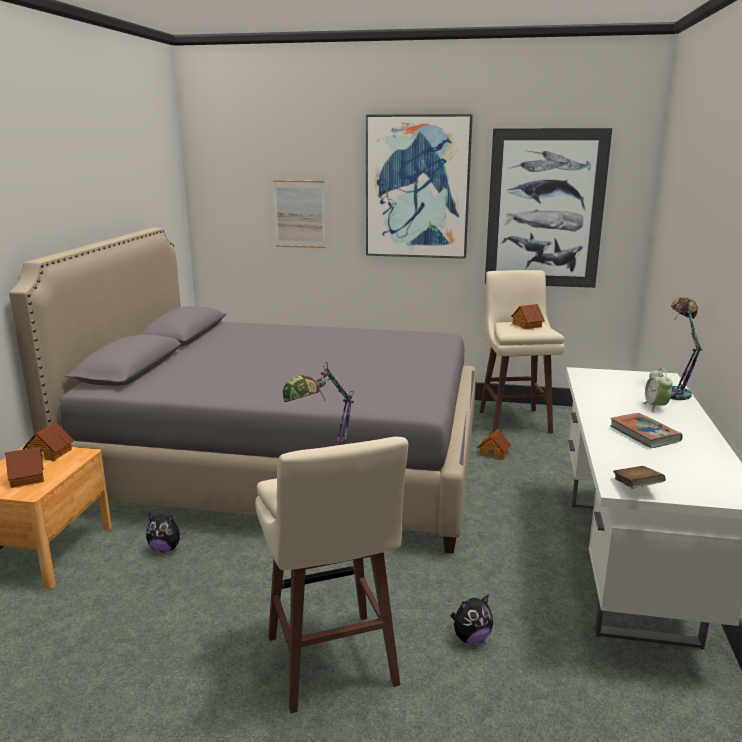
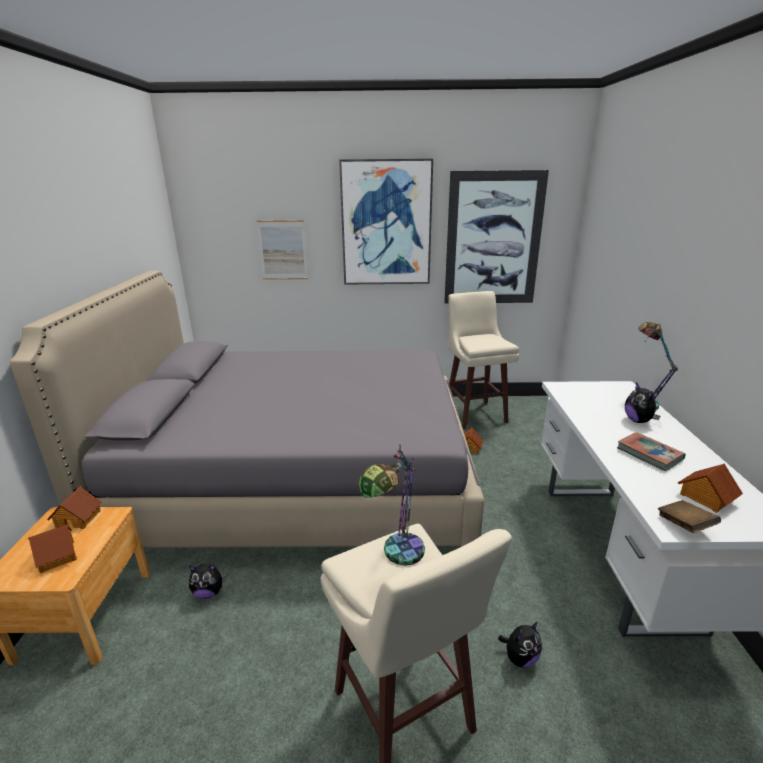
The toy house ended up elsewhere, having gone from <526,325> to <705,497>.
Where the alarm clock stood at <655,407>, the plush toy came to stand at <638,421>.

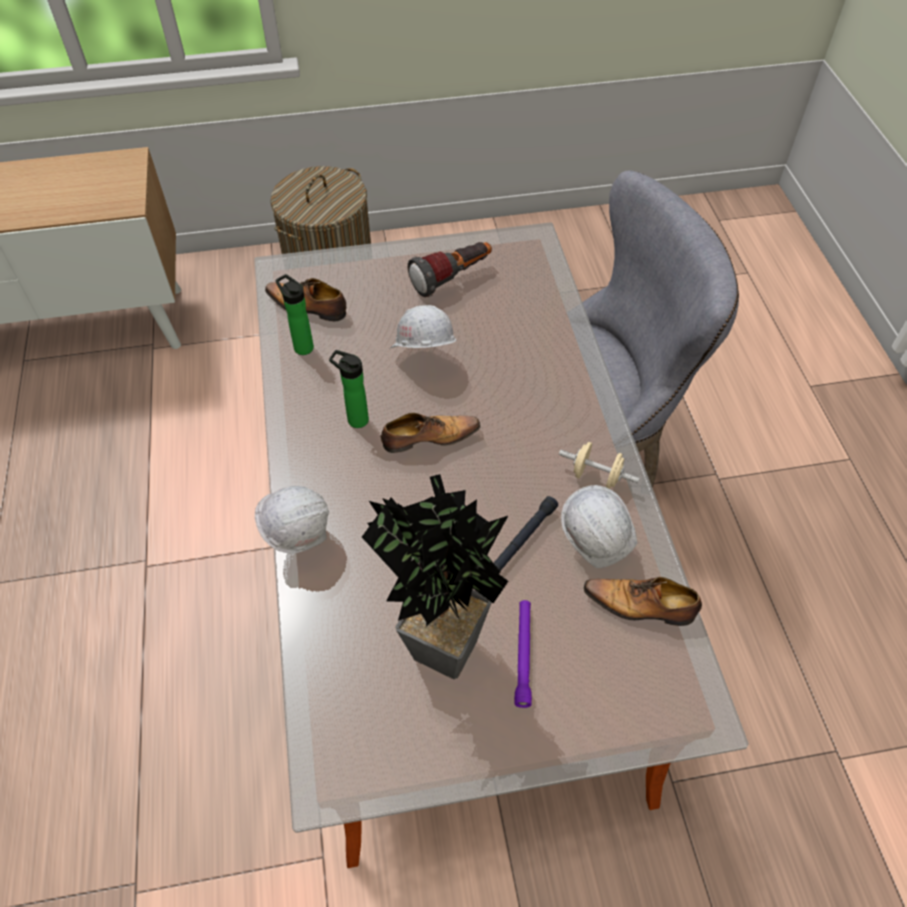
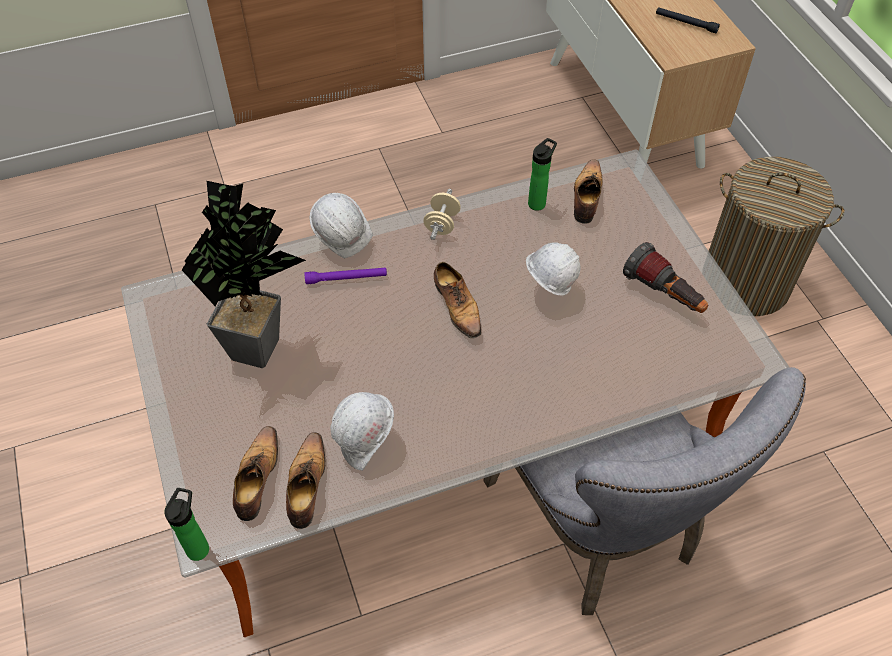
The bottle ended up elsewhere, having gone from <355,419> to <199,546>.
The beige dumbbell ended up elsewhere, having gone from <596,476> to <442,224>.
The black flashlight ended up elsewhere, having gone from <523,538> to <686,23>.
The purple flashlight ended up elsewhere, having gone from <523,654> to <346,278>.
The second view gained the shoe at <257,478>.

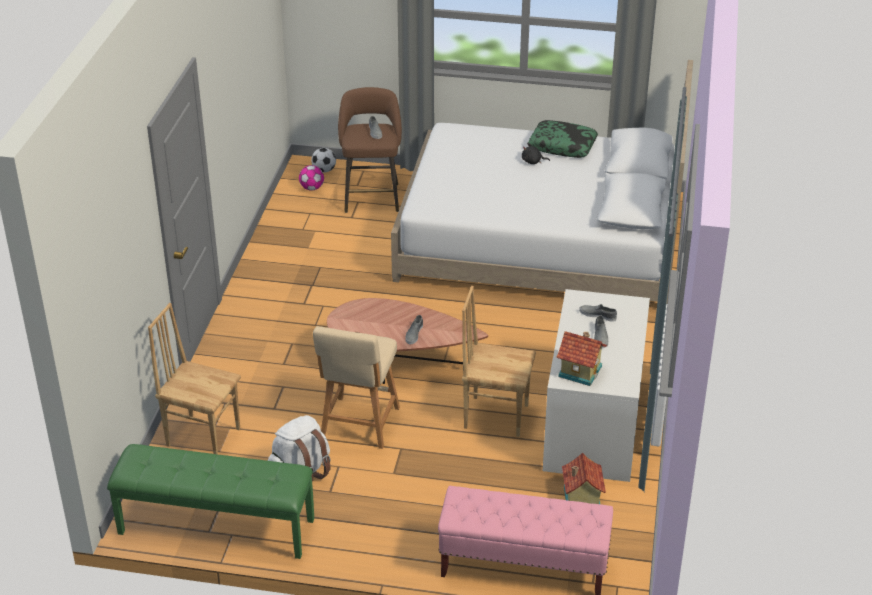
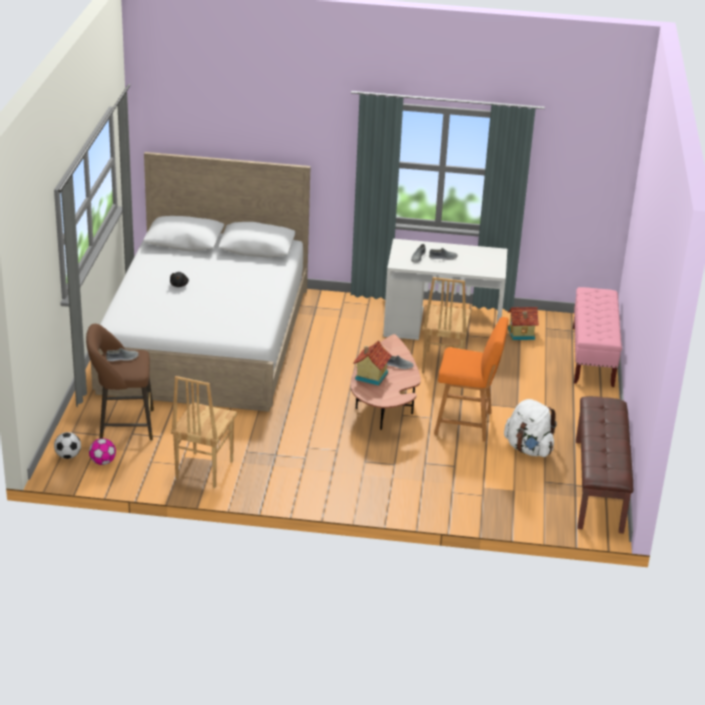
The second view lost the pillow at <562,145>.
The brown chair ended up elsewhere, having gone from <203,436> to <203,470>.
What was the beige stool at <359,425> turned into the orange stool at <466,424>.
The toy house ended up elsewhere, having gone from <580,370> to <370,376>.
What was the green bench at <215,527> turned into the brown bench at <599,485>.

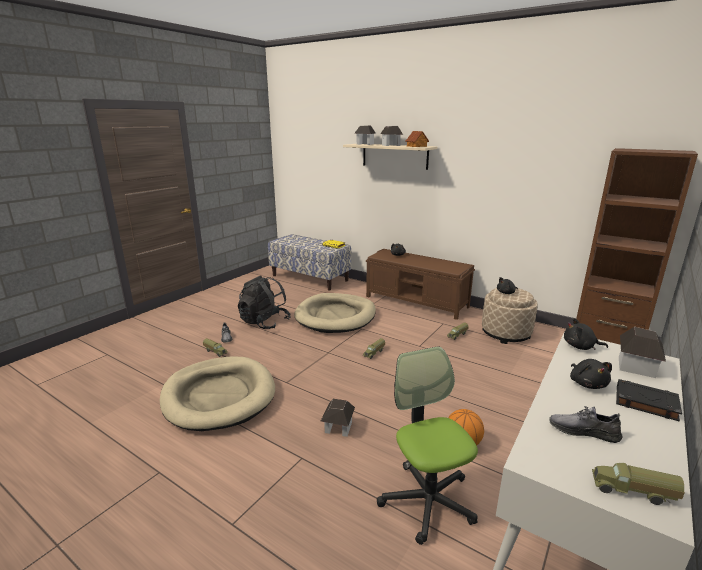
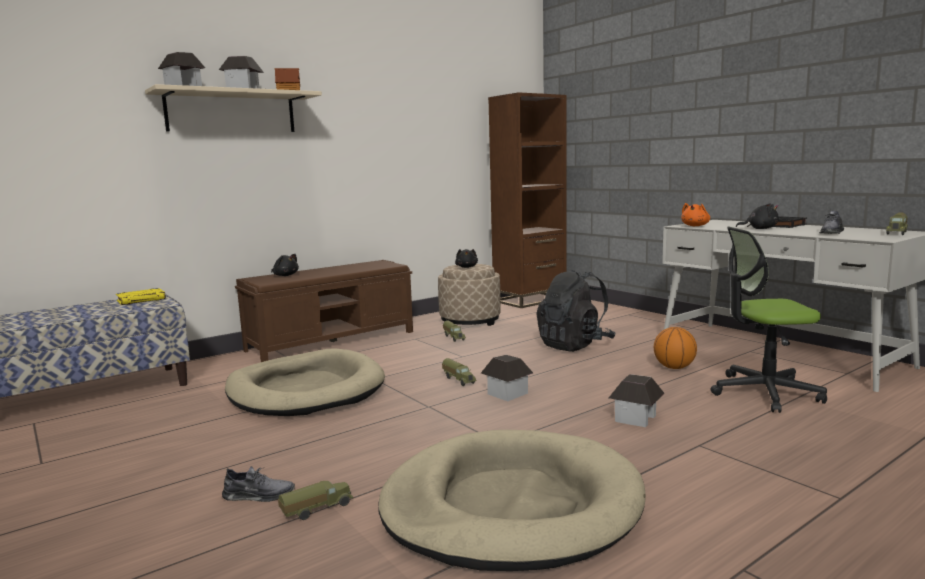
The black backpack ended up elsewhere, having gone from <264,322> to <575,345>.
What was the black plush toy at <580,347> turned into the orange plush toy at <695,226>.
The toy house ended up elsewhere, having gone from <636,367> to <507,393>.

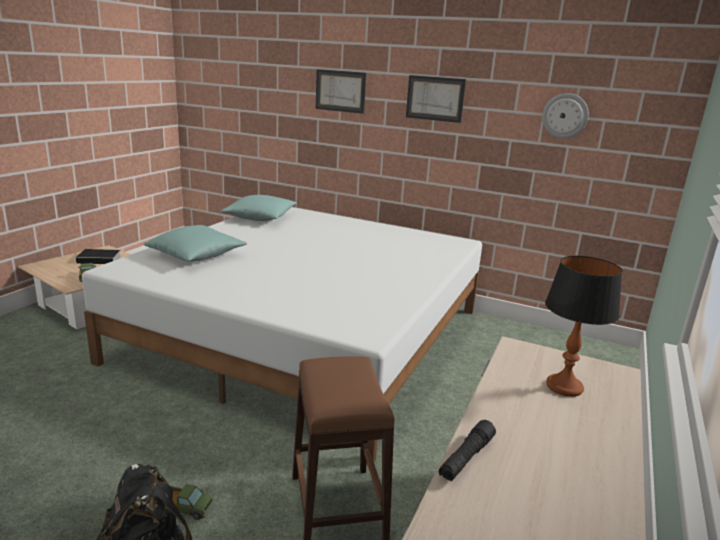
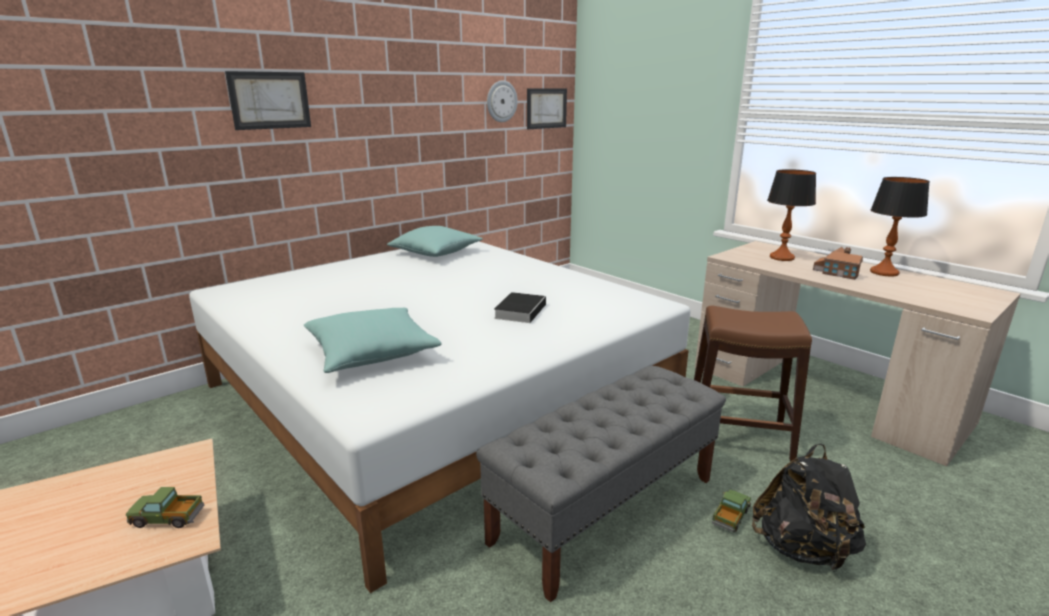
The picture ended up elsewhere, having gone from <435,98> to <546,108>.
The turquoise pillow ended up elsewhere, having gone from <260,218> to <436,253>.
The book ended up elsewhere, having gone from <100,259> to <520,310>.
The second view lost the black flashlight at <466,458>.
The second view gained the table lamp at <884,272>.
The second view gained the toy house at <835,272>.
The second view gained the grey bench at <605,509>.

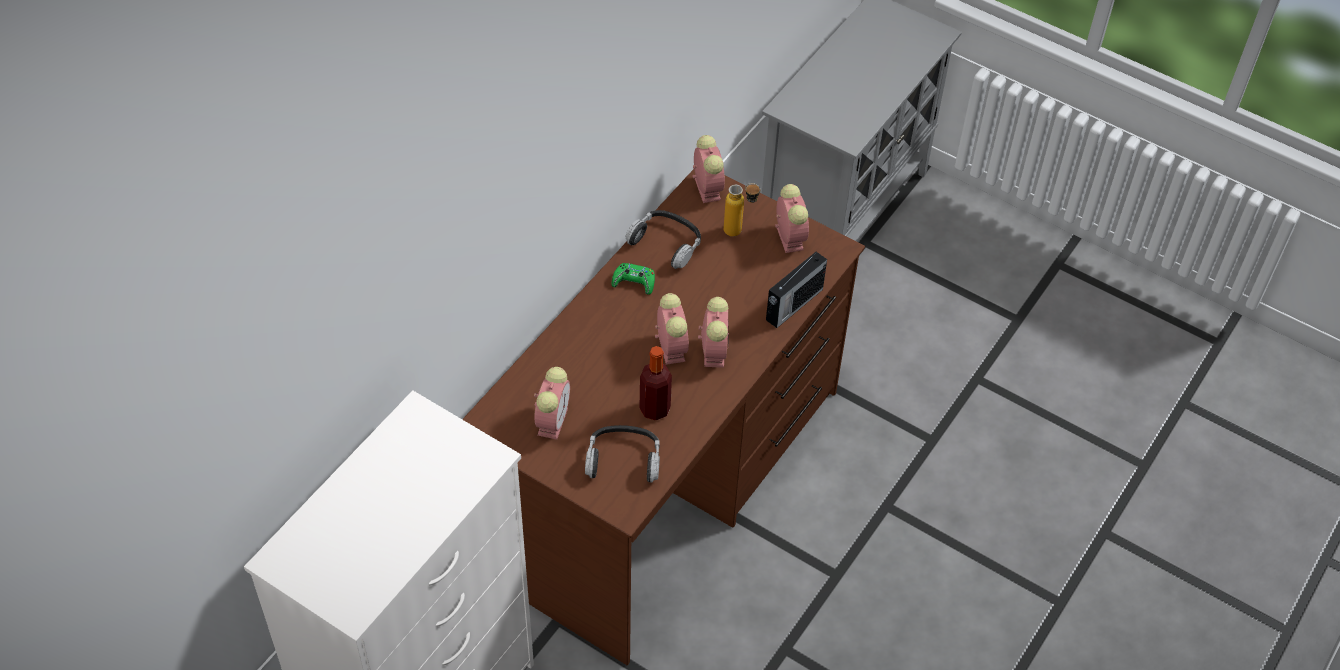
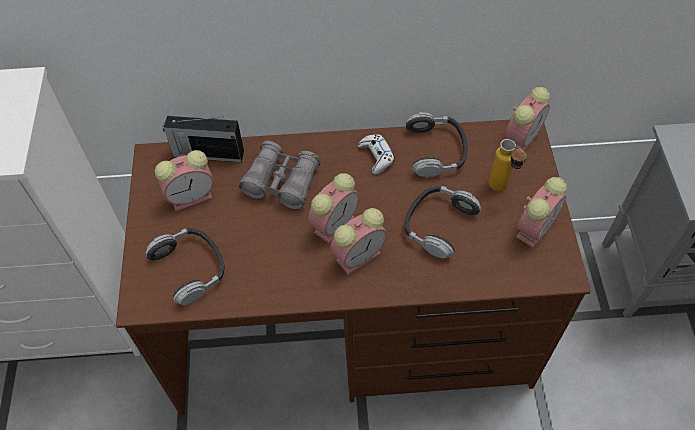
The radio ended up elsewhere, having gone from <793,305> to <207,153>.
What was the green game controller at <634,282> turned into the white game controller at <376,156>.
The second view lost the bottle at <655,409>.
The second view gained the grey binoculars at <282,182>.
The second view gained the headphones at <438,224>.

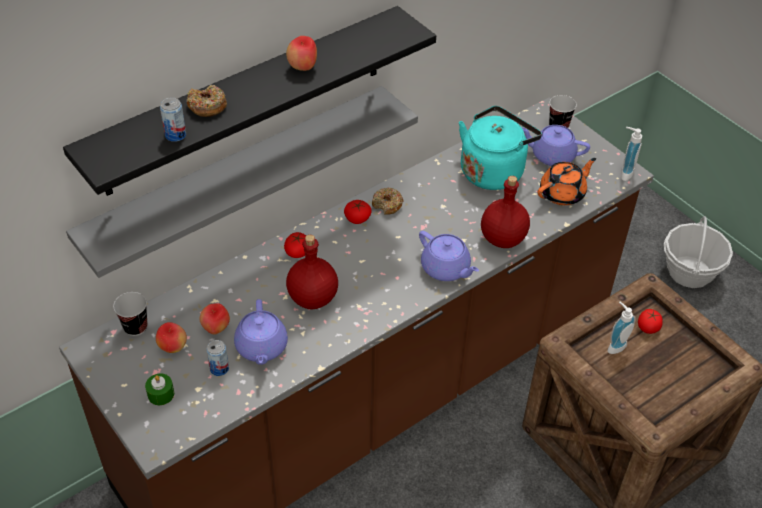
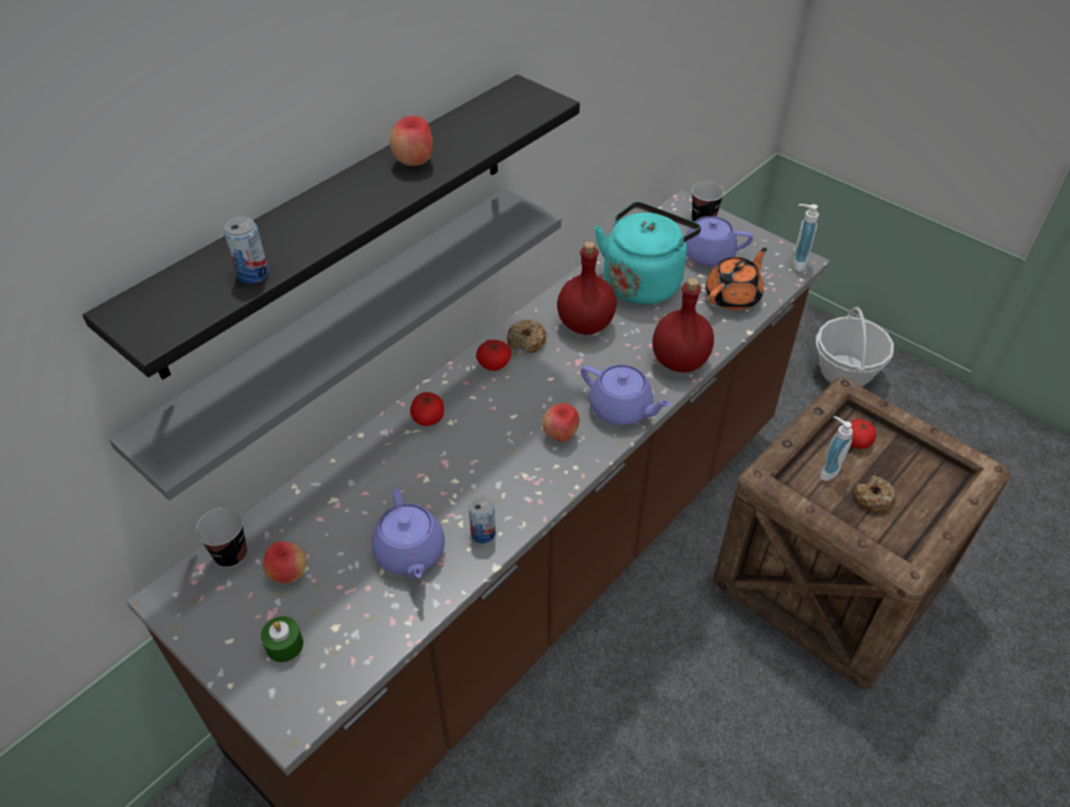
The donut ended up elsewhere, having gone from <207,106> to <873,498>.
The red bottle ended up elsewhere, having gone from <312,297> to <585,324>.
The apple ended up elsewhere, having gone from <216,328> to <560,435>.
The can ended up elsewhere, having gone from <219,368> to <483,533>.

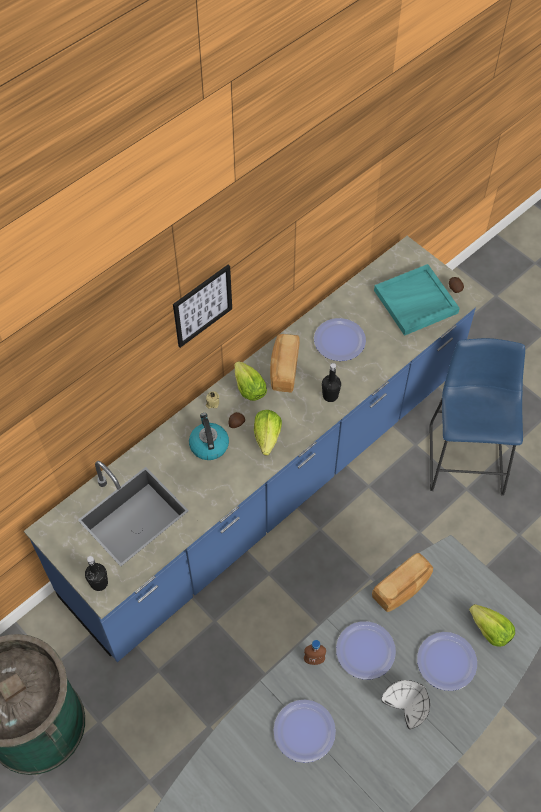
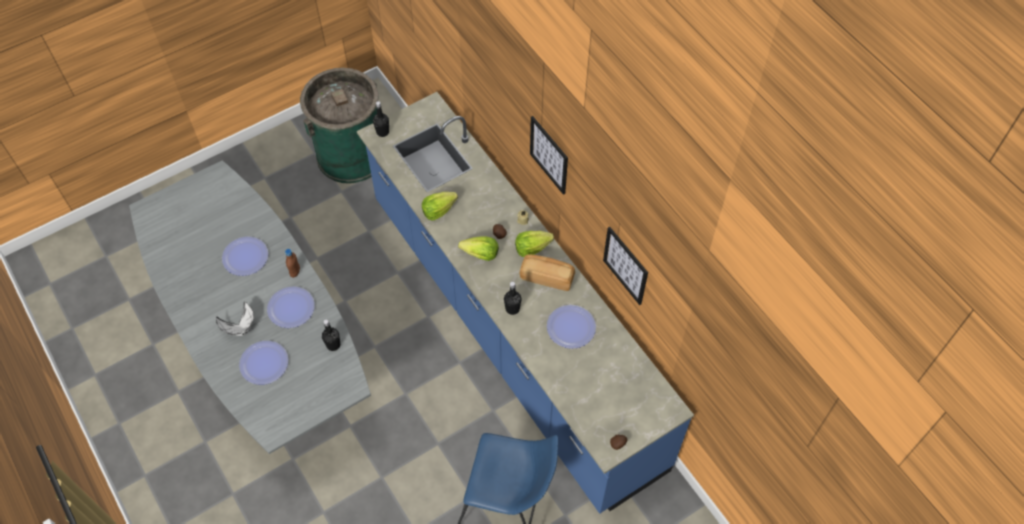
The second view lost the turquoise tray at <415,302>.
The second view lost the kettle at <208,445>.
Where the bread stood at <402,588>, the black bottle came to stand at <333,345>.
The lettuce ended up elsewhere, having gone from <490,631> to <438,210>.
The second view gained the picture at <625,265>.

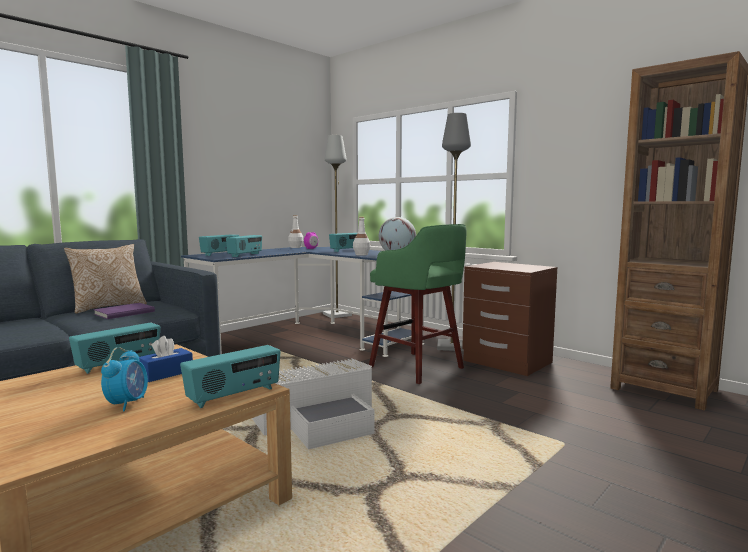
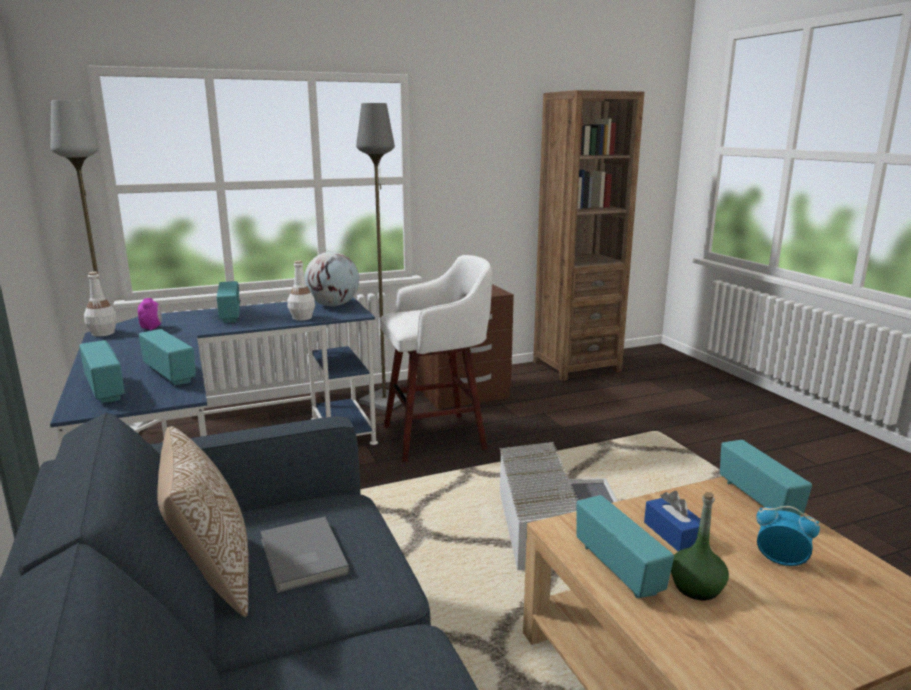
What was the green stool at <418,368> turned into the white stool at <437,436>.
What was the purple book at <123,312> turned into the grey book at <301,557>.
The second view gained the green bottle at <696,587>.

